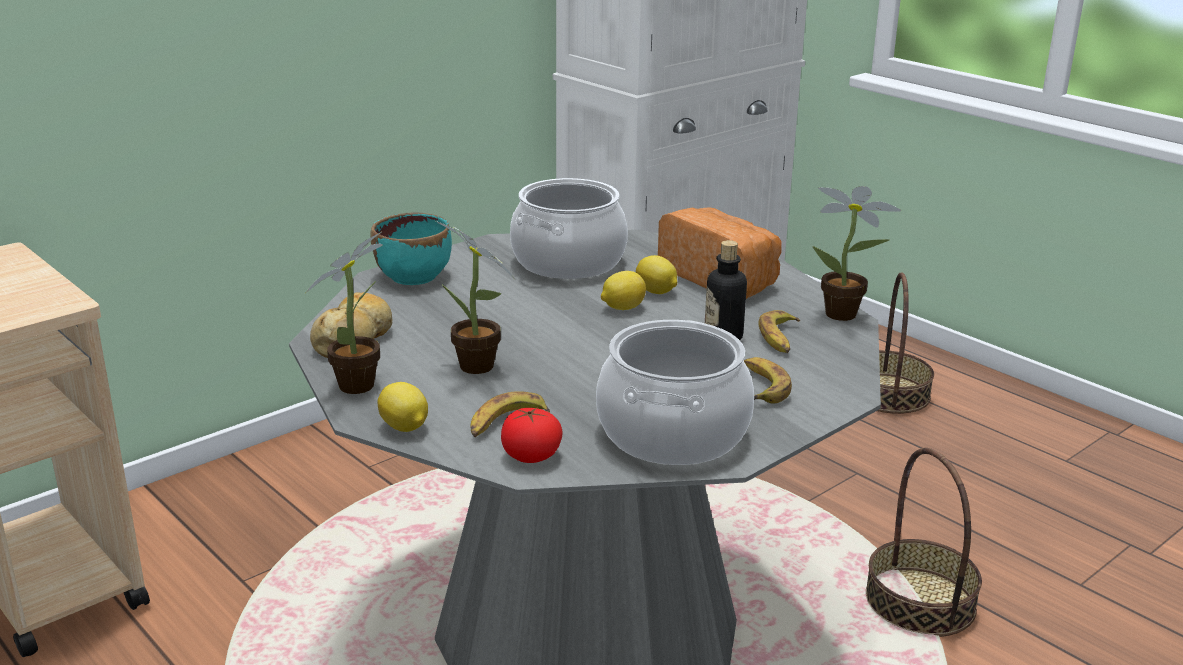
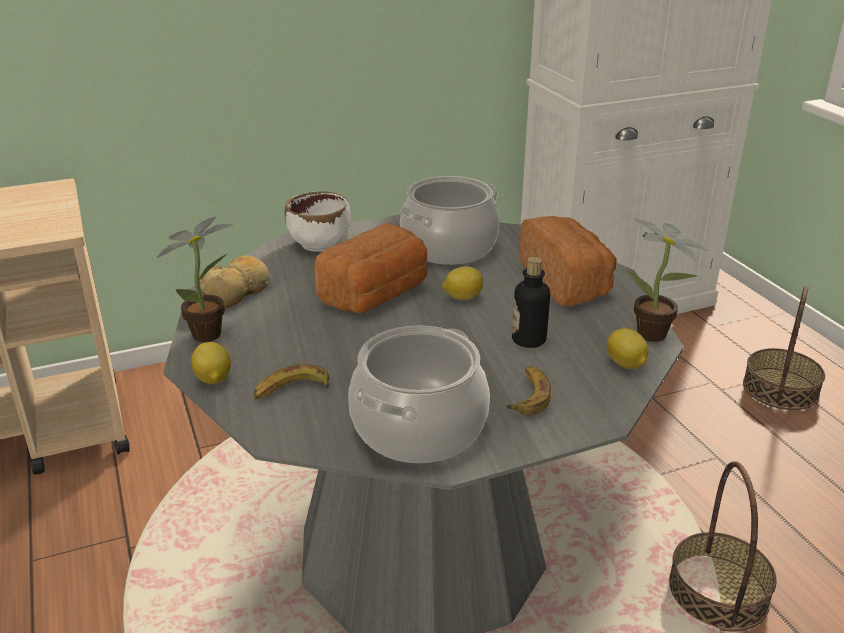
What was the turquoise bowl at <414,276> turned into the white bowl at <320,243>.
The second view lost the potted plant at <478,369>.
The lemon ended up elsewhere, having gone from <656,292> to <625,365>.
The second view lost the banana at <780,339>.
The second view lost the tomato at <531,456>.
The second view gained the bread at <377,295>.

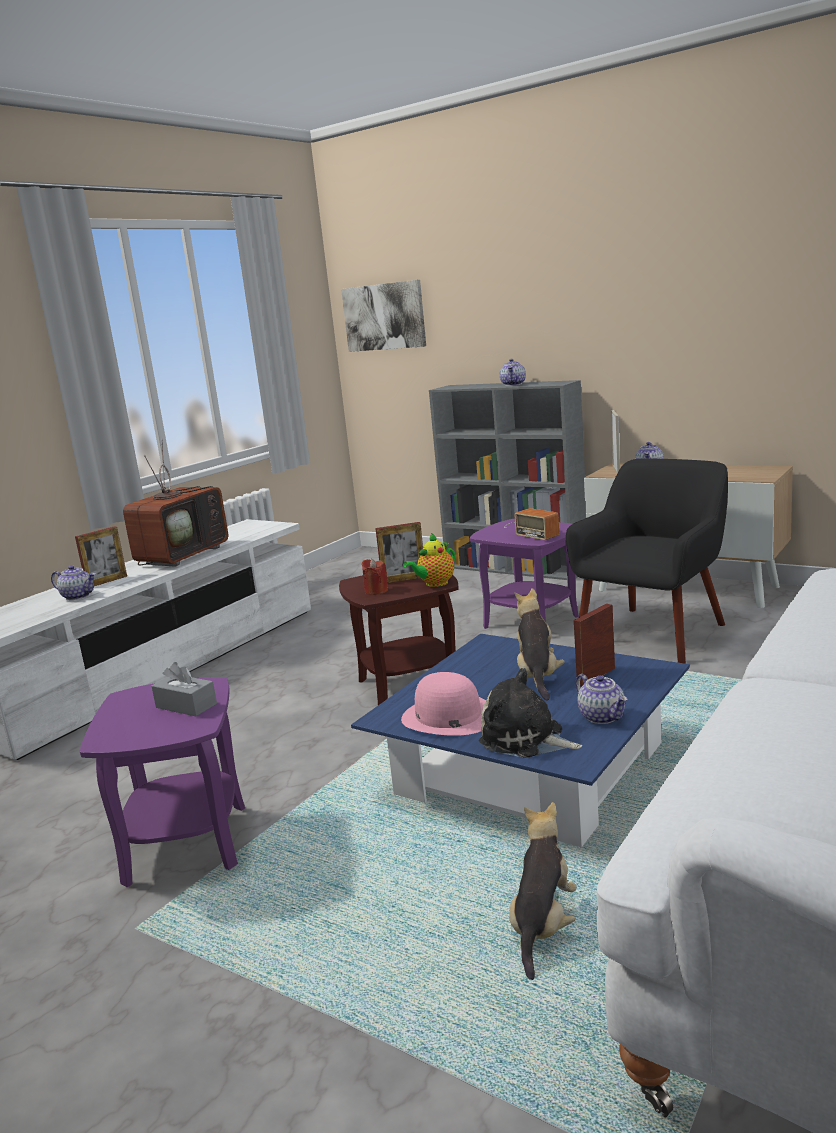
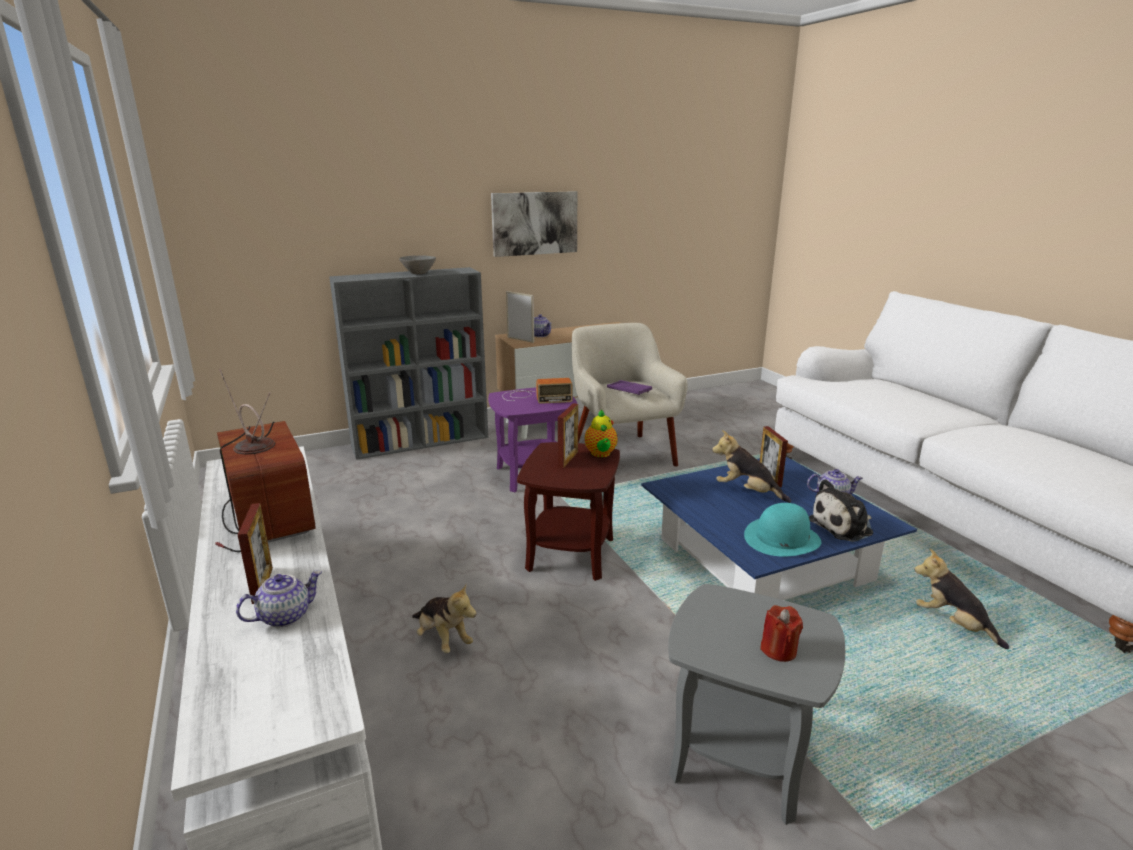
The picture ended up elsewhere, having gone from <384,316> to <534,223>.
Where the teapot stood at <513,384>, the grey bowl came to stand at <419,273>.
What was the black armchair at <654,633> turned into the beige armchair at <621,454>.
The red candle ended up elsewhere, having gone from <376,591> to <778,650>.
The second view lost the grey tissue box at <186,705>.
What was the pink hat at <447,717> turned into the turquoise hat at <782,538>.
What was the purple side table at <185,843> turned into the grey side table at <740,758>.
The second view gained the purple tray at <629,391>.
The second view gained the plush toy at <443,639>.

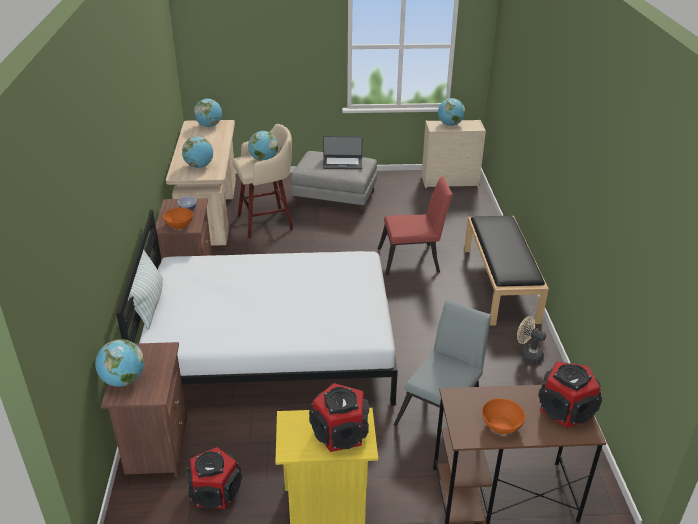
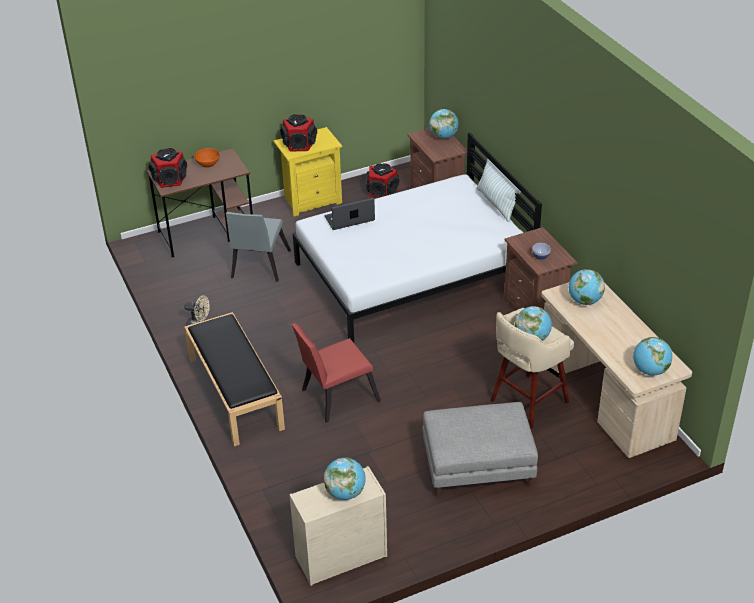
The laptop ended up elsewhere, having gone from <342,163> to <350,219>.
The second view lost the orange bowl at <179,224>.

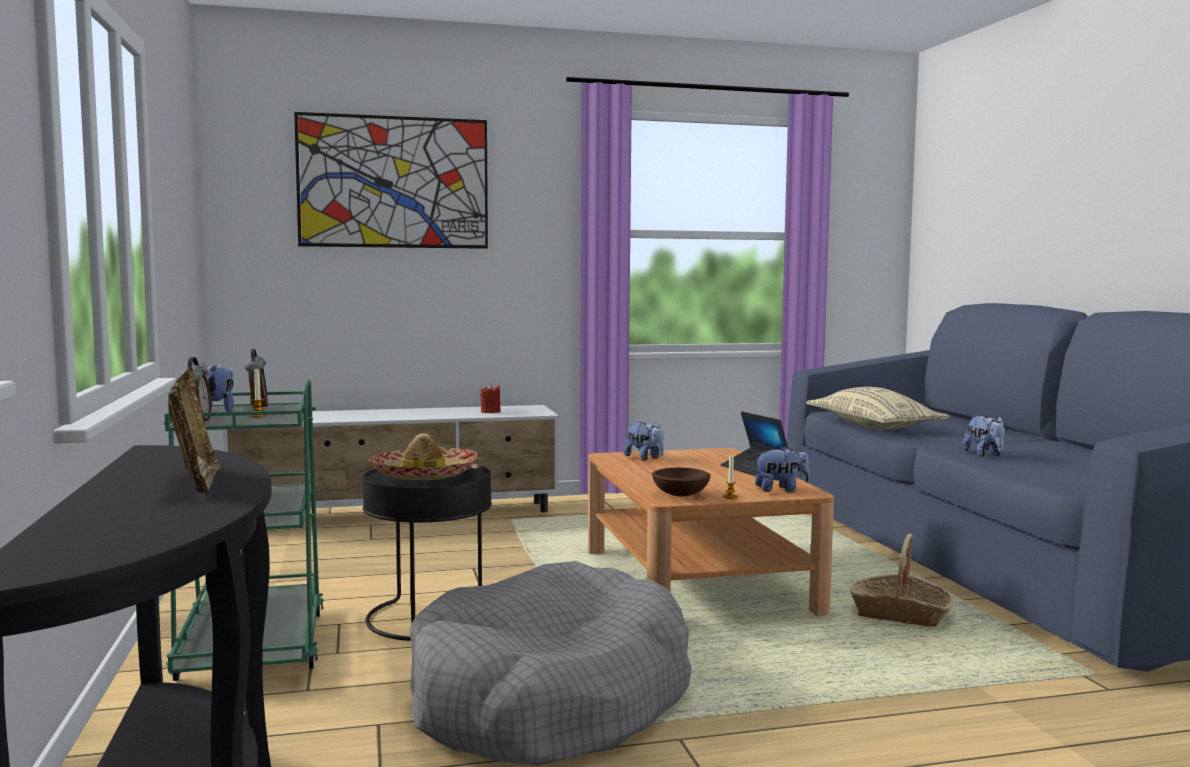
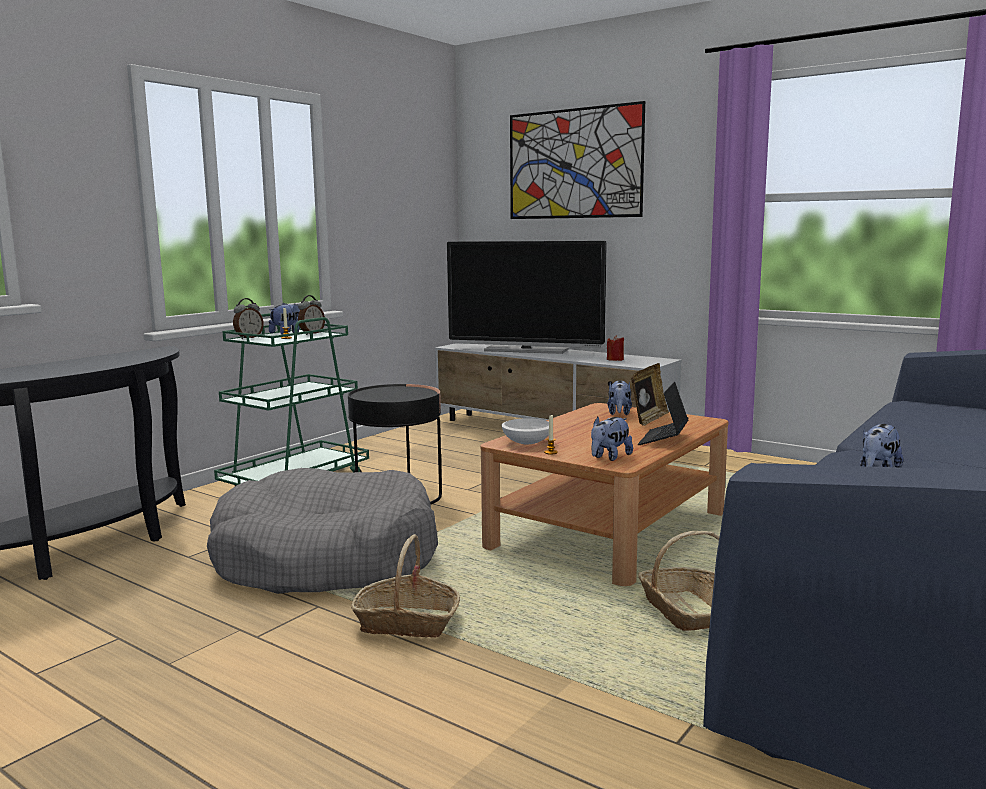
The picture frame ended up elsewhere, having gone from <196,484> to <648,419>.
The second view lost the beige pillow at <873,427>.
The second view lost the hat at <424,475>.
The plush toy at <780,490> ended up facing another way, 90 degrees clockwise from before.
What was the brown bowl at <680,494> turned into the white bowl at <527,442>.
The second view gained the television at <526,350>.
The second view gained the basket at <407,622>.

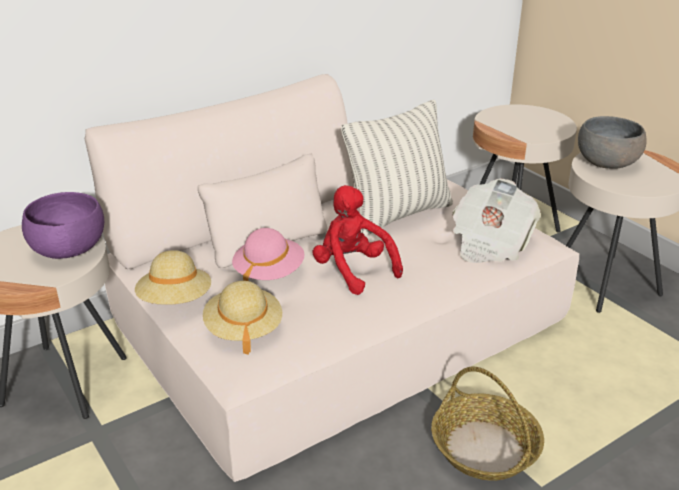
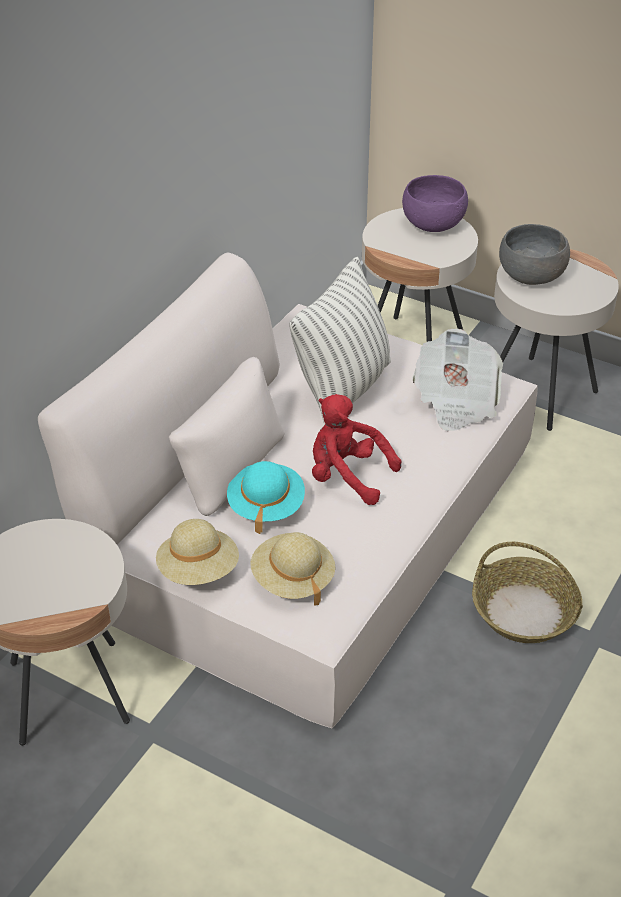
The purple bowl ended up elsewhere, having gone from <68,249> to <433,224>.
What was the pink hat at <269,273> turned into the turquoise hat at <266,506>.

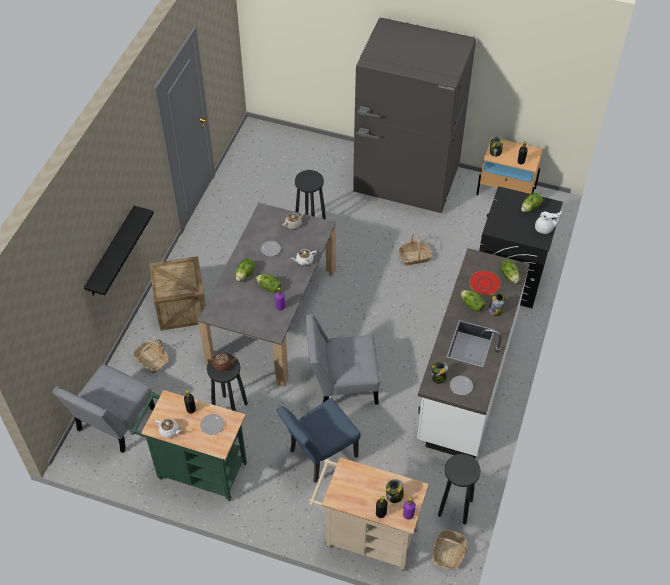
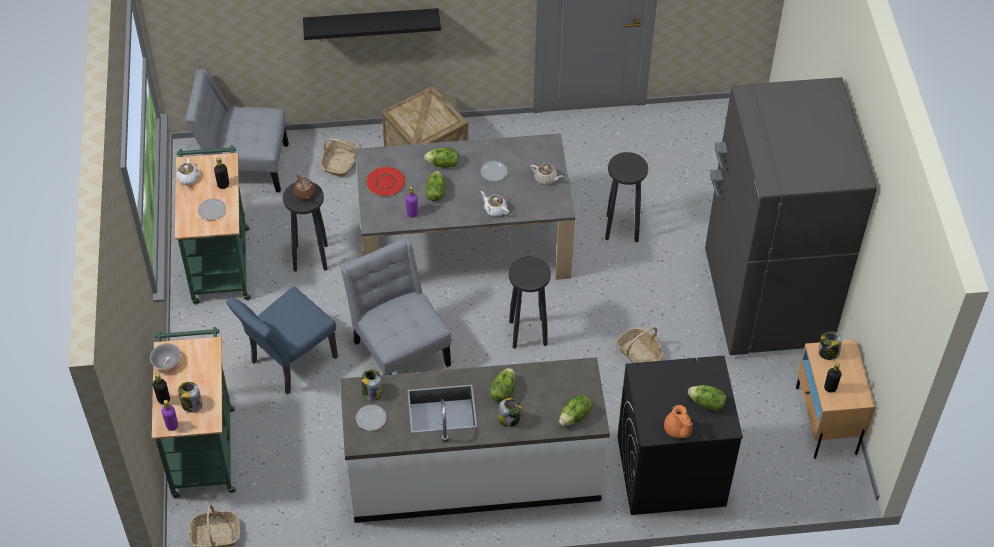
What was the white teapot at <544,229> turned into the orange teapot at <677,430>.
The red plate ended up elsewhere, having gone from <484,283> to <386,182>.
The blue chair at <319,456> ended up facing another way, 75 degrees counterclockwise from before.
The black stool ended up elsewhere, having gone from <455,508> to <527,333>.
What was the beige cart at <366,537> turned into the green cart at <203,446>.
The second view gained the grey bowl at <167,362>.

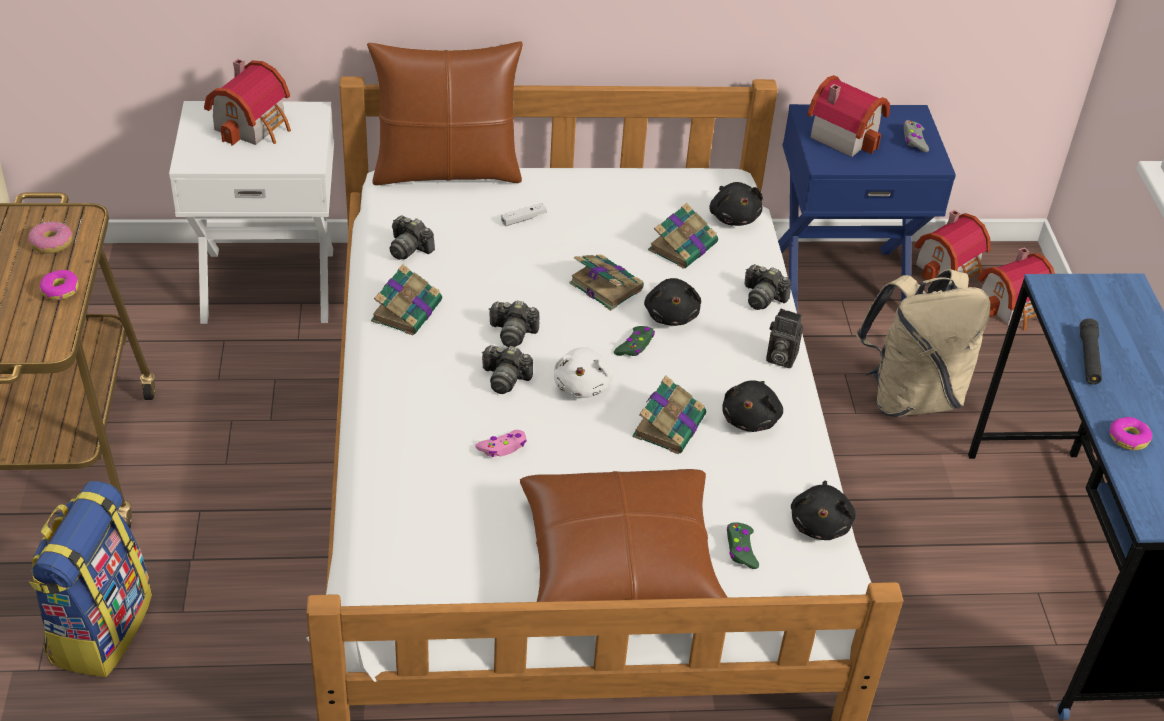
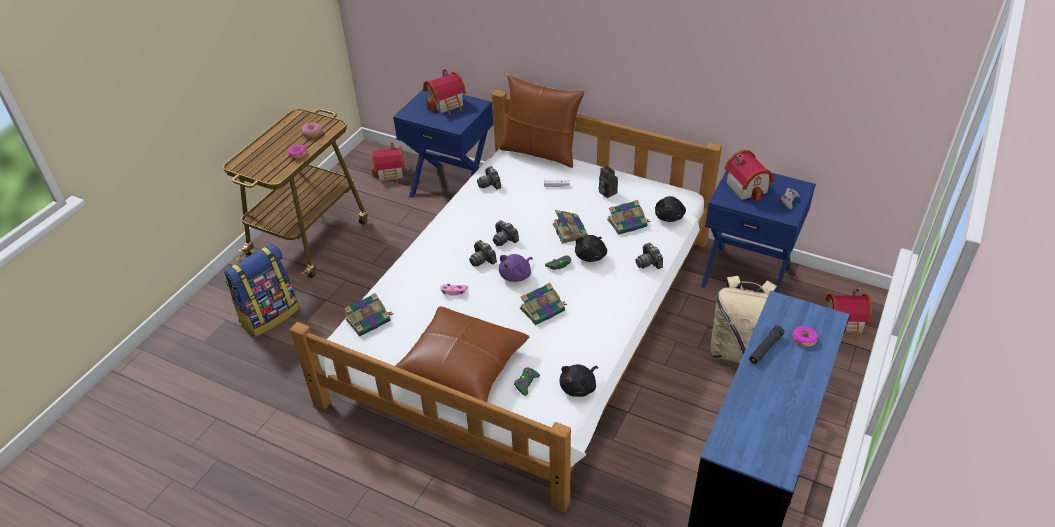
What was the white nightstand at <269,283> turned into the blue nightstand at <452,187>.
The toy house ended up elsewhere, having gone from <951,268> to <391,173>.
The book ended up elsewhere, having gone from <407,310> to <369,320>.
The photo camera ended up elsewhere, having gone from <779,358> to <606,192>.
What was the white plush toy at <582,385> turned into the purple plush toy at <516,275>.
The second view lost the black plush toy at <751,418>.
The donut ended up elsewhere, having gone from <1128,438> to <804,339>.

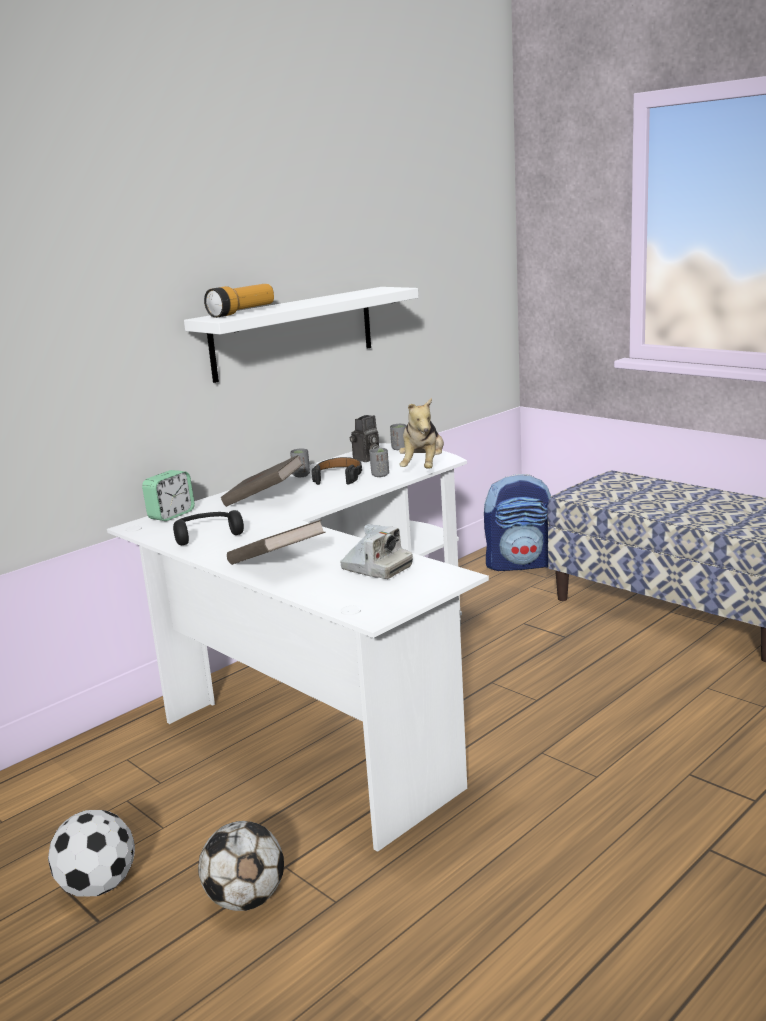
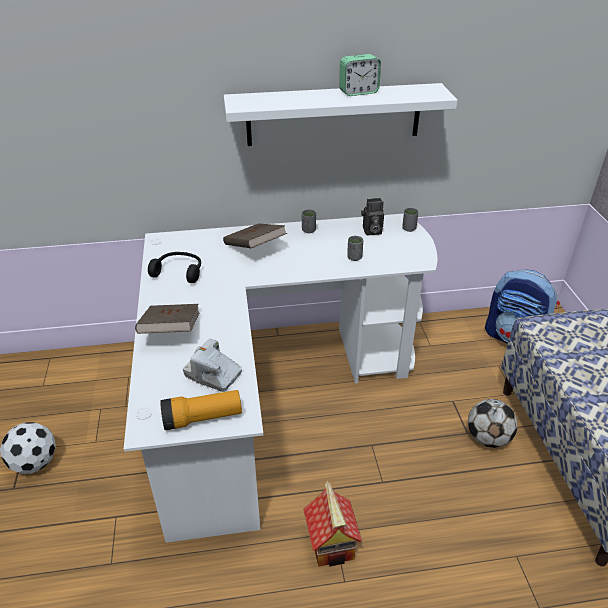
The flashlight ended up elsewhere, having gone from <242,312> to <202,418>.
The second view lost the plush toy at <423,468>.
The second view lost the black headphones at <338,477>.
The alarm clock ended up elsewhere, having gone from <171,515> to <358,92>.
The photo camera at <376,568> ended up facing another way, 135 degrees clockwise from before.
The football ended up elsewhere, having gone from <246,899> to <487,438>.
The second view gained the toy house at <332,544>.

